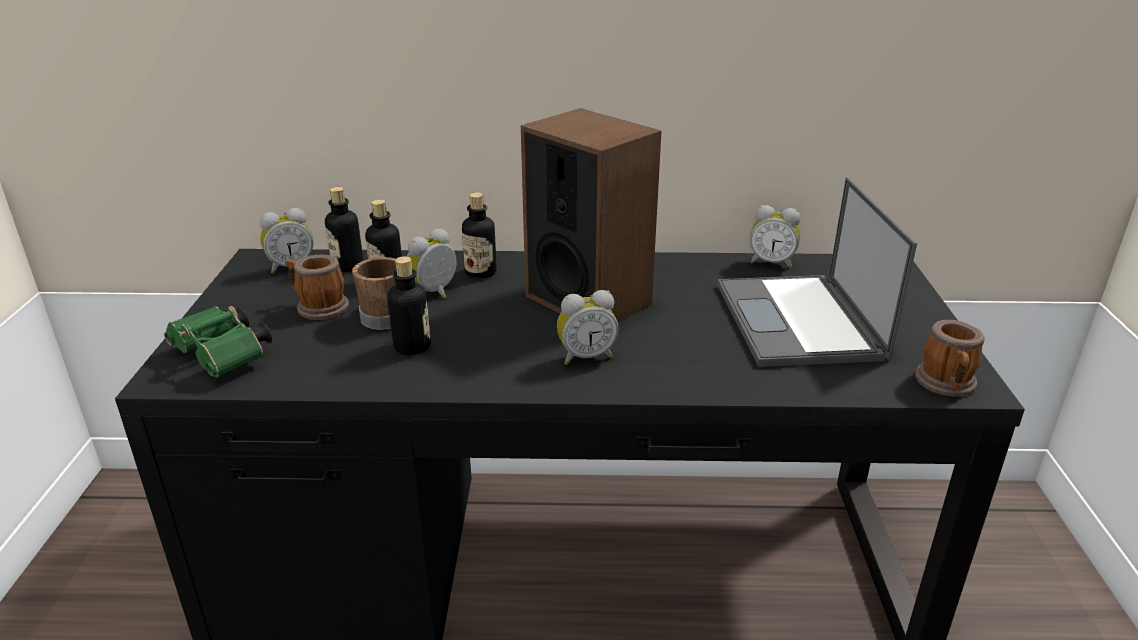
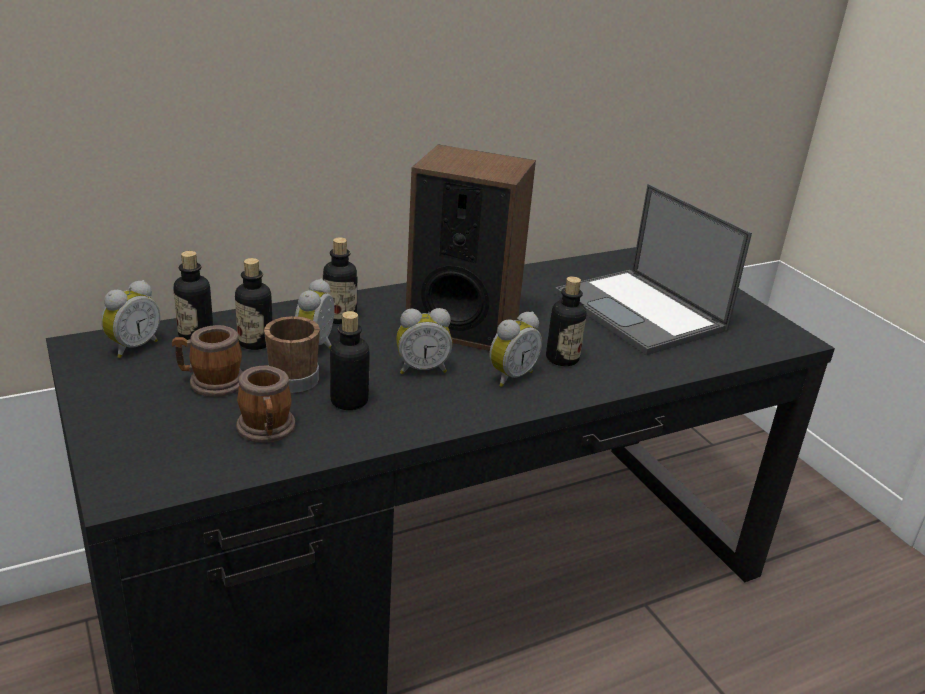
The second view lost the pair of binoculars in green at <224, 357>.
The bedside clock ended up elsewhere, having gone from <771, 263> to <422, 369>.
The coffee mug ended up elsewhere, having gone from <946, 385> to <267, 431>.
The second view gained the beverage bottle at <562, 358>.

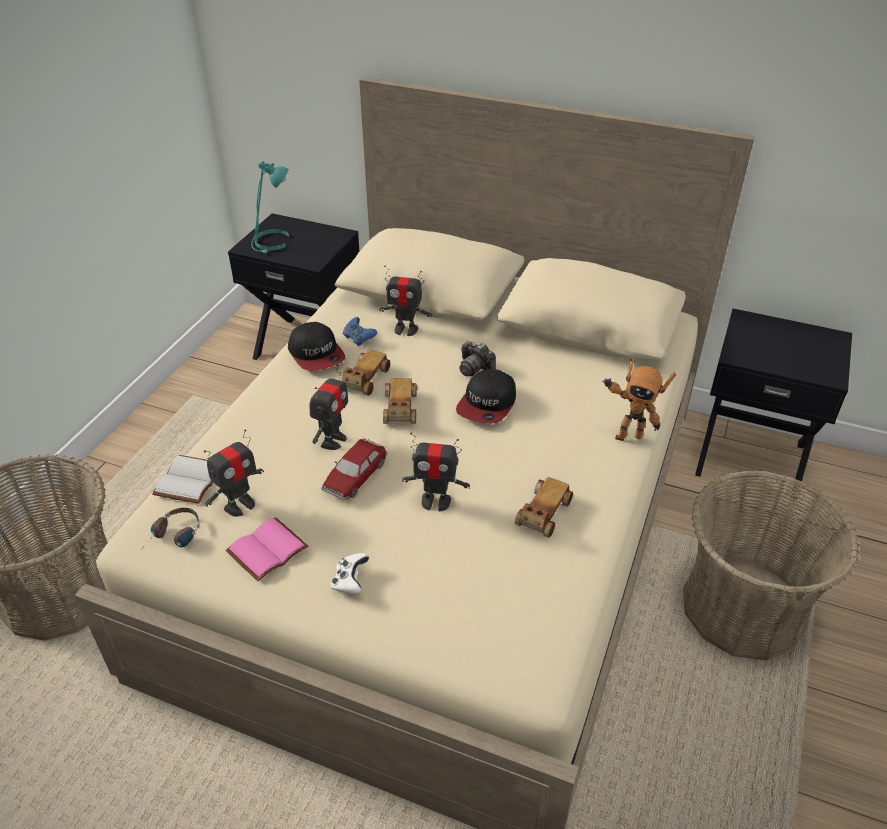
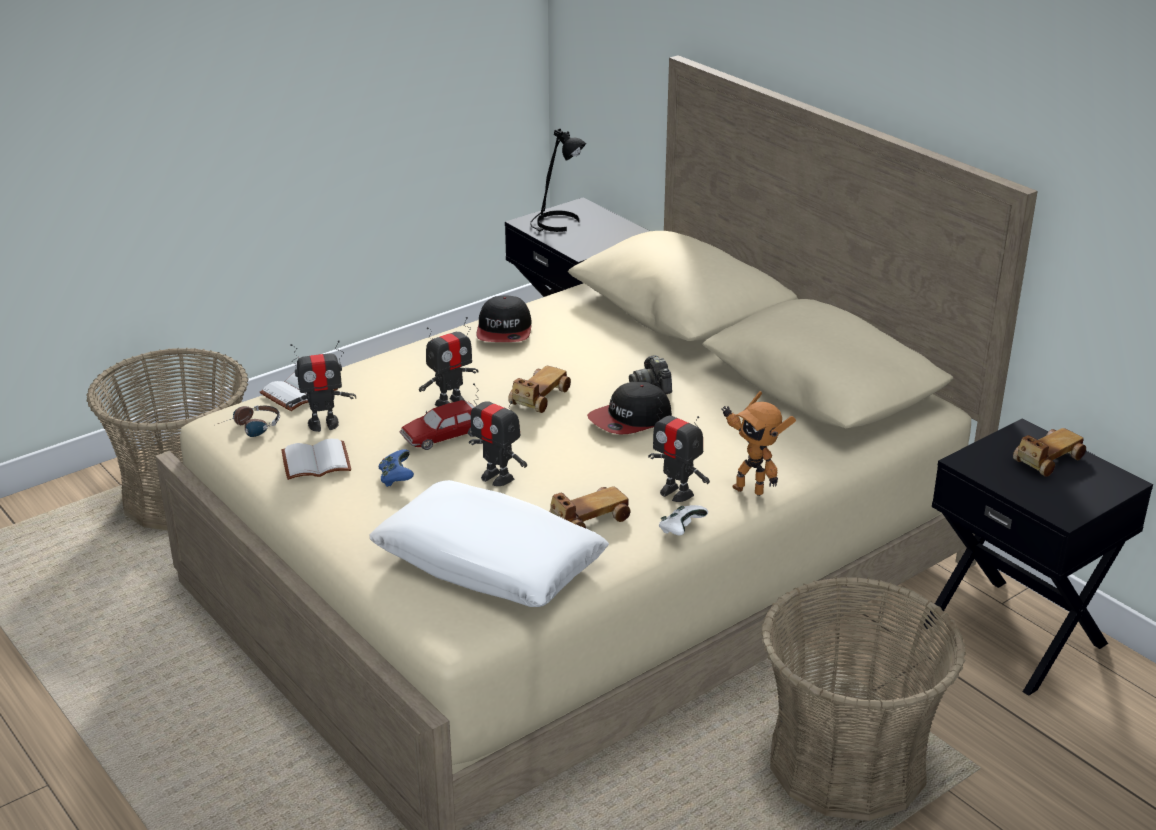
What was the book in pinkish at <267, 548> turned into the book in white-coloured at <317, 461>.
What was the table lamp in turquoise at <272, 242> turned into the table lamp in blackish at <556, 224>.
The joypad in white-coloured ended up elsewhere, having gone from <350, 581> to <681, 530>.
The toy car ended up elsewhere, having gone from <365, 379> to <1047, 460>.
The joypad in blue-coloured ended up elsewhere, having gone from <359, 339> to <396, 478>.
The model robot ended up elsewhere, having gone from <405, 330> to <676, 492>.
The second view gained the throw pillow in white-coloured at <488, 562>.

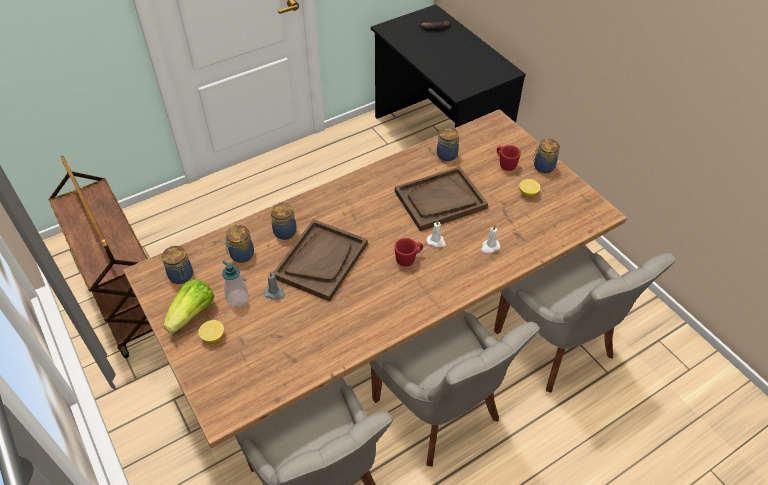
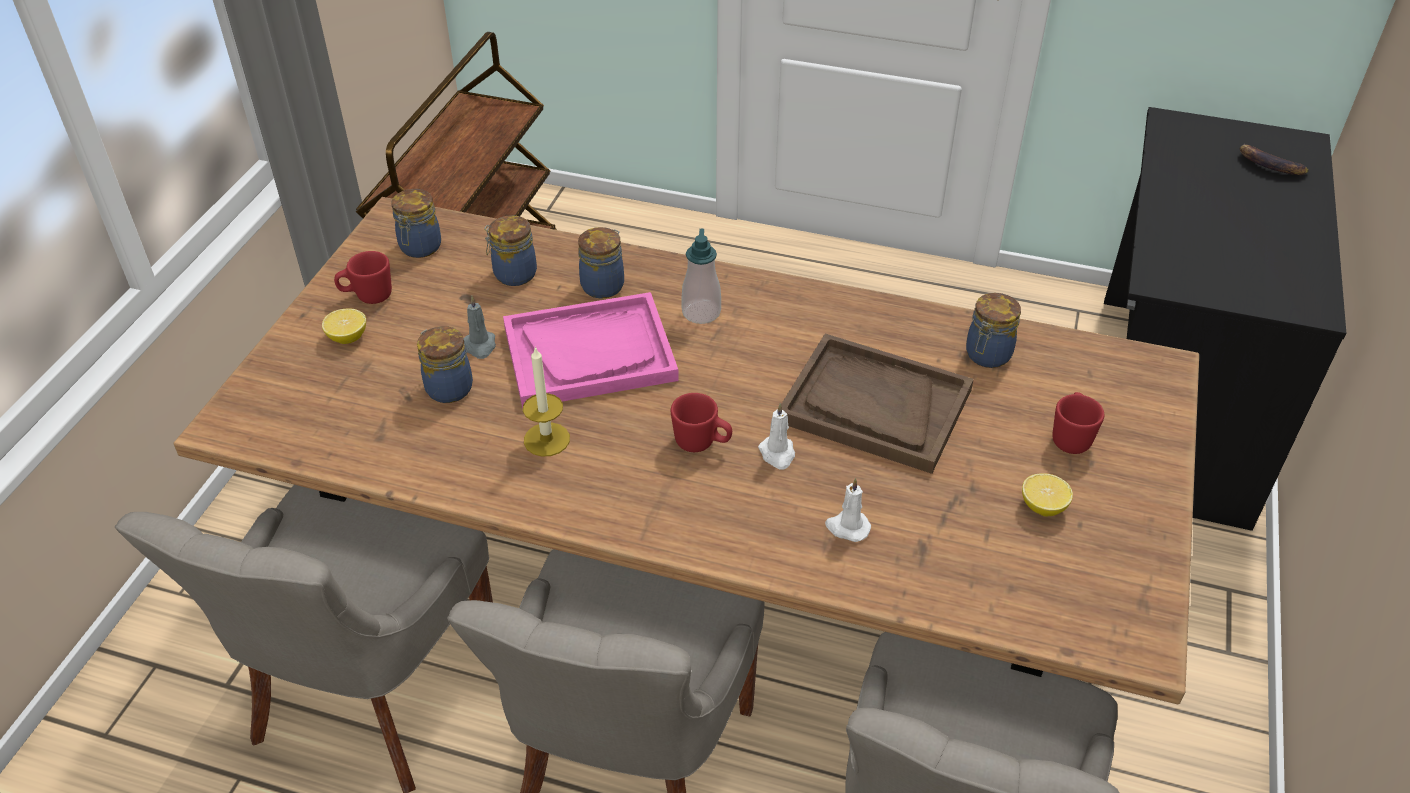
Where the lettuce stood at <193, 314>, the coffee mug in red-coloured came to stand at <367, 296>.
The liquid soap bottle ended up elsewhere, having gone from <237, 298> to <701, 312>.
What was the serving tray in brown at <321, 260> turned into the serving tray in pinkish at <590, 353>.
The jar ended up elsewhere, having gone from <543, 167> to <448, 387>.
The second view gained the wax candle at <546, 439>.

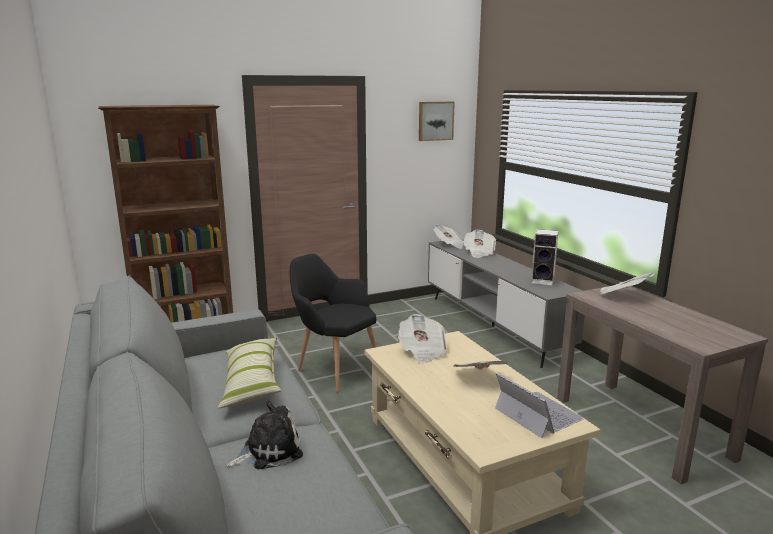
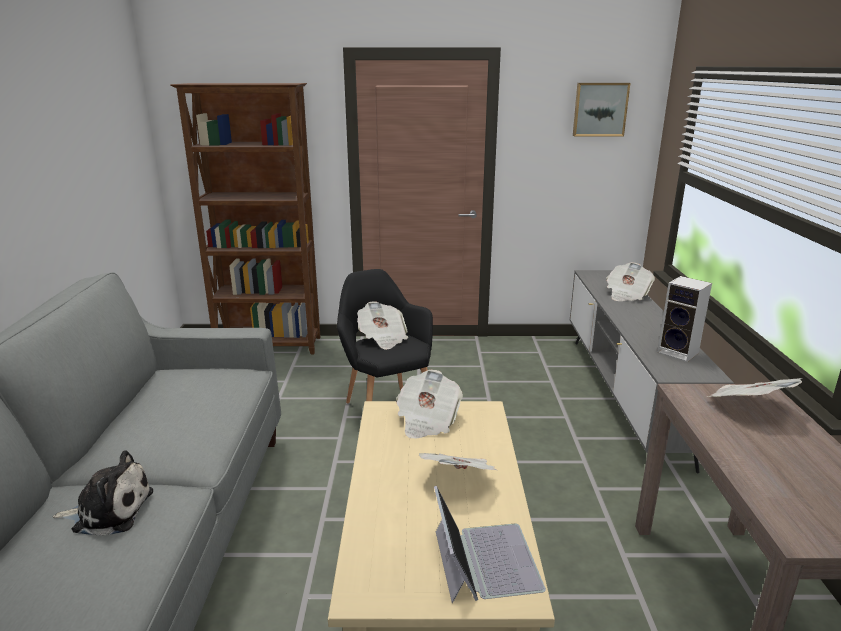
The second view lost the throw pillow at <251, 382>.
The daily paper ended up elsewhere, having gone from <449, 245> to <383, 338>.

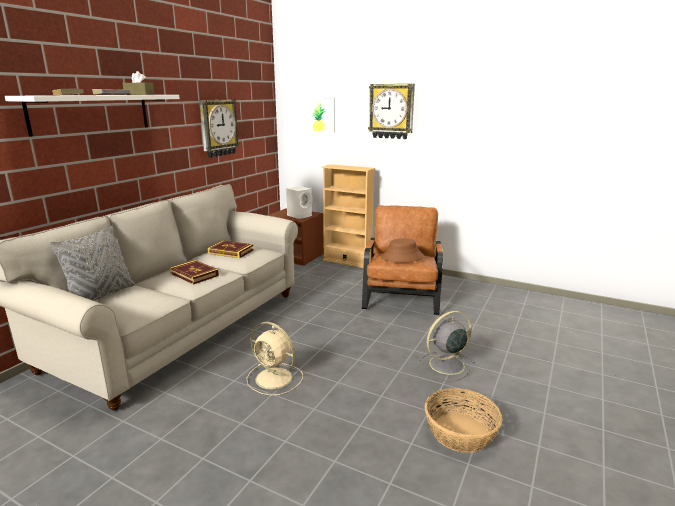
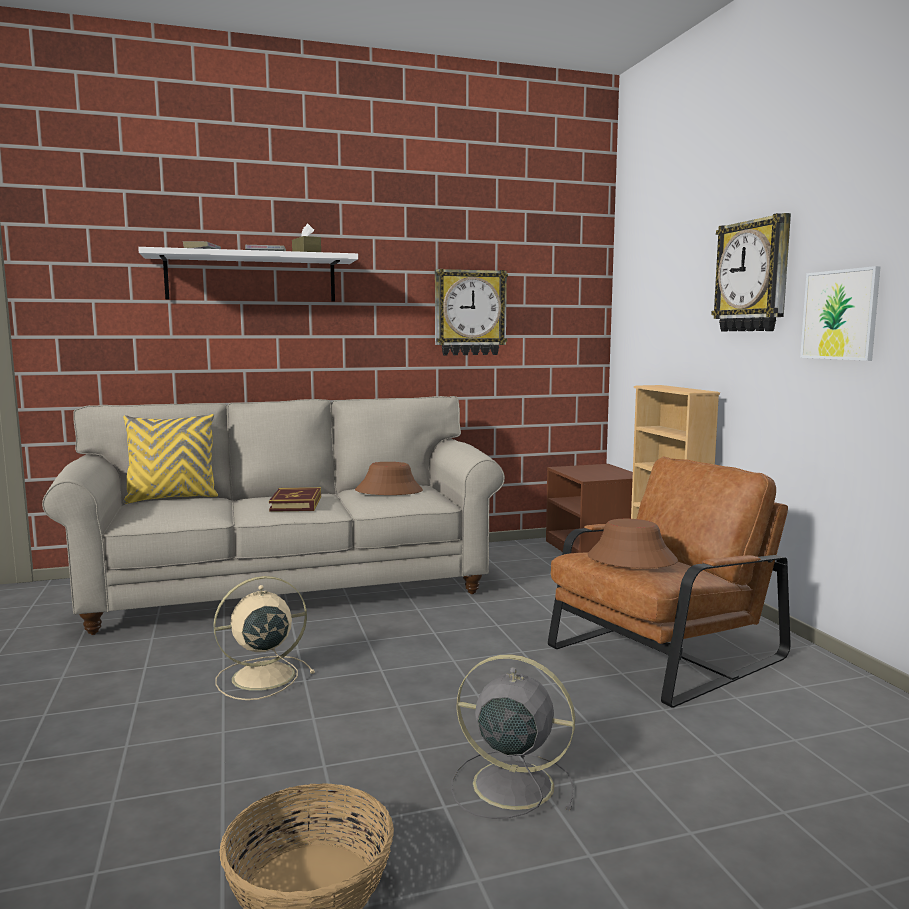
What was the throw pillow in grey at <101, 296> turned into the throw pillow in yellow at <172, 498>.
Where the book stood at <231, 252>, the hat in brown came to stand at <389, 491>.
The cooling fan in beige at <275, 379> ended up facing another way, 75 degrees clockwise from before.
The second view lost the audio speaker in white-coloured at <300, 215>.
The wall picture ended up elsewhere, having gone from <320, 114> to <840, 315>.

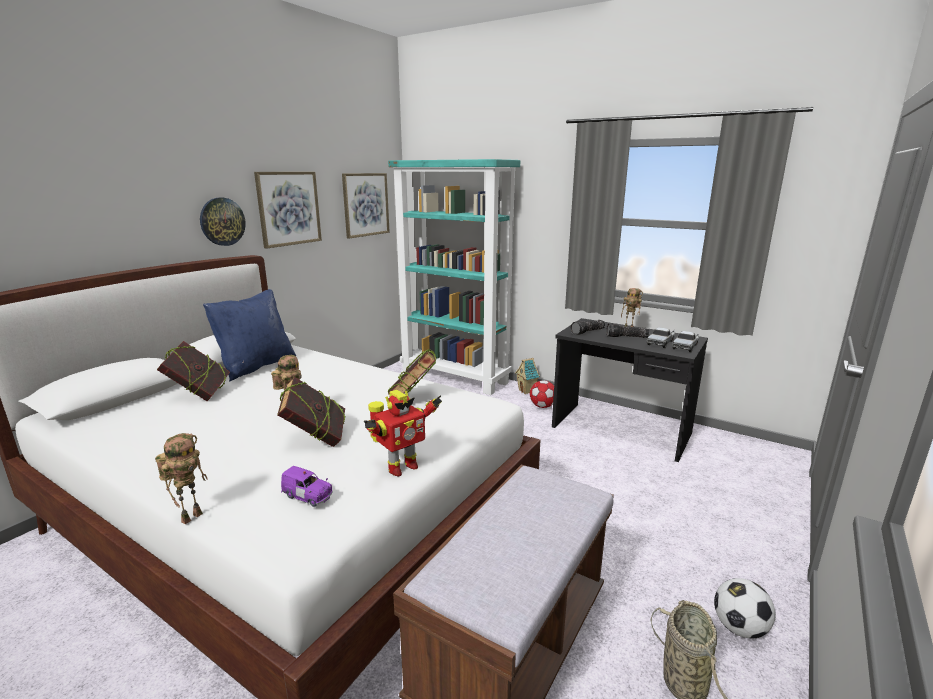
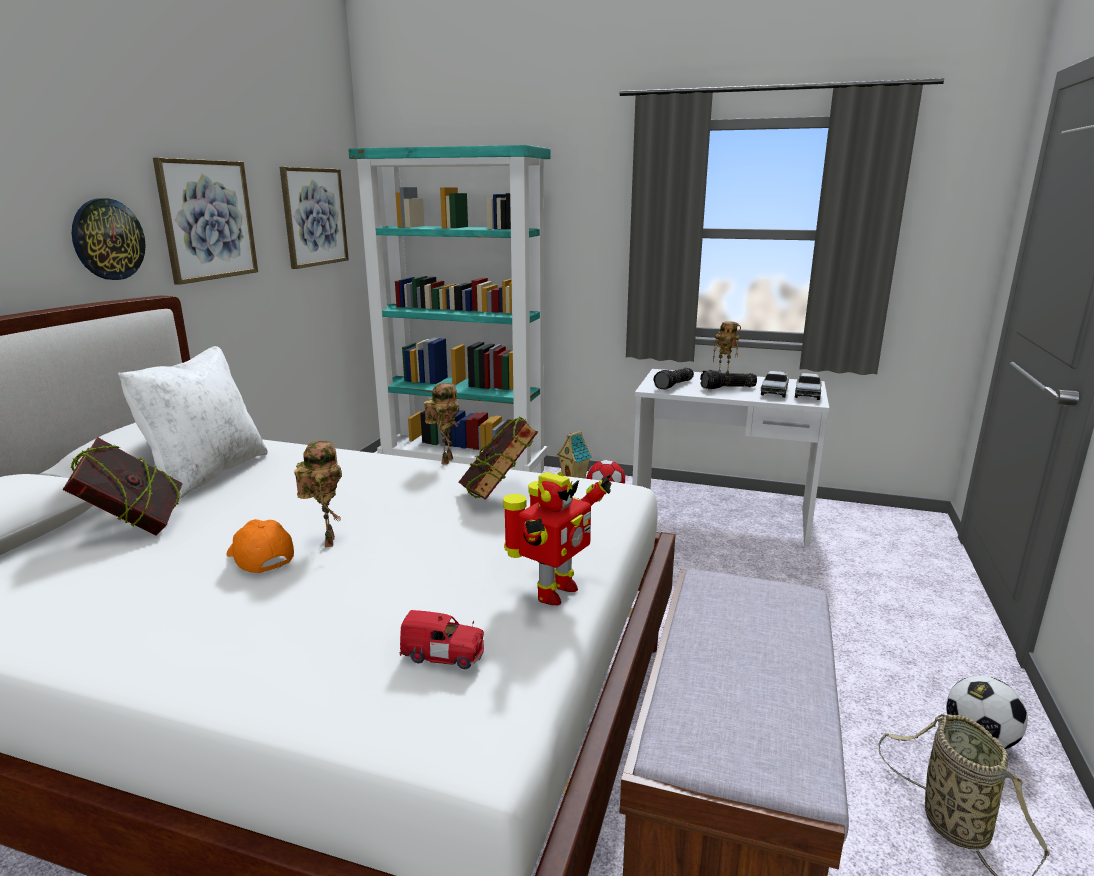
The model robot ended up elsewhere, having gone from <192, 516> to <445, 460>.
What was the throw pillow in blue-coloured at <256, 366> turned into the throw pillow in white-coloured at <206, 473>.
The second view lost the book at <316, 440>.
What was the toy car in purple-coloured at <308, 496> turned into the toy car in red-coloured at <444, 655>.
What was the desk table in blackish at <620, 430> turned into the desk table in white-coloured at <720, 516>.
The second view gained the cap in orange at <259, 558>.

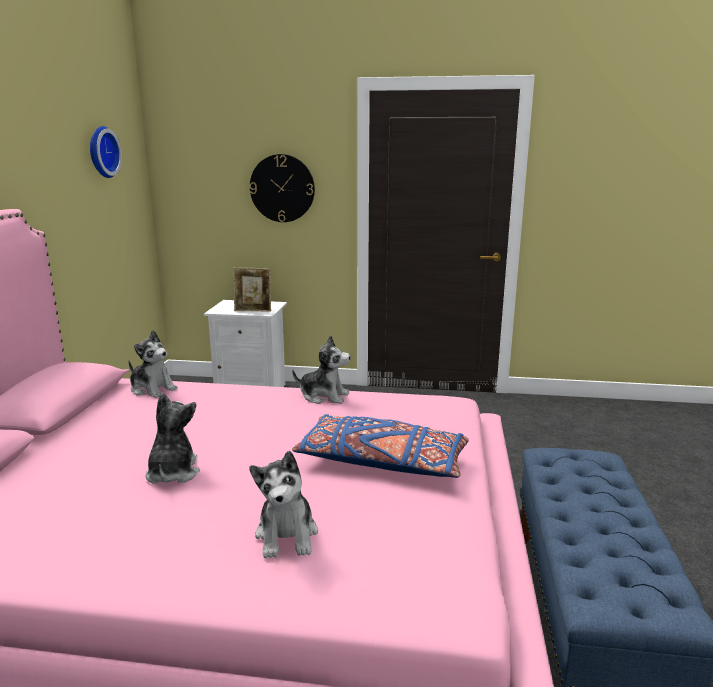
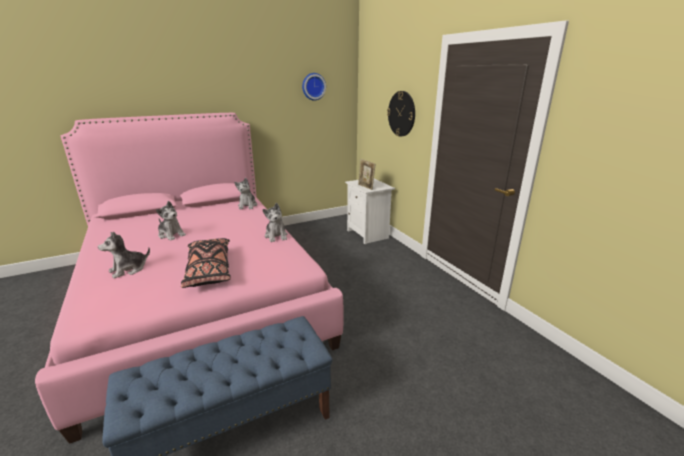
The cuddly toy at <173, 473> ended up facing another way, 75 degrees clockwise from before.
What was the throw pillow in blue-coloured at <382, 462> turned into the throw pillow in blackish at <209, 270>.

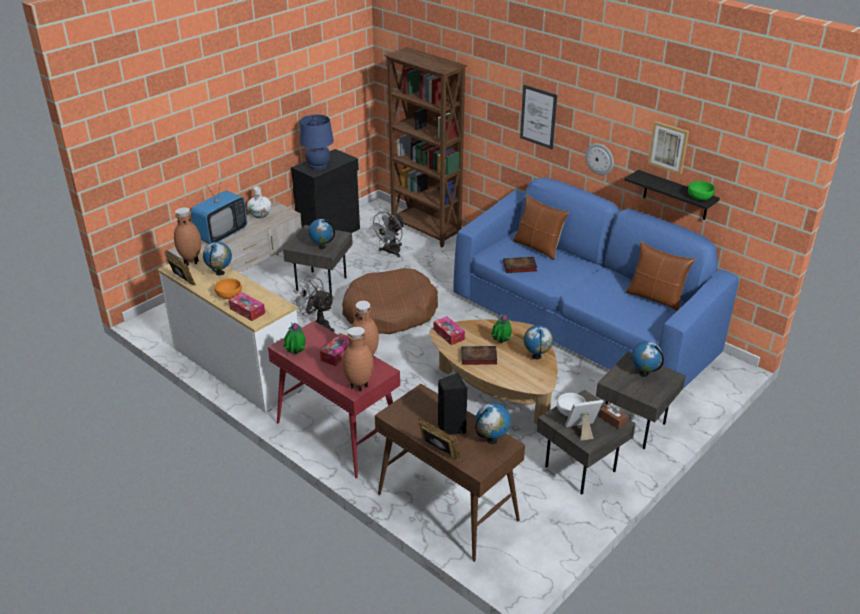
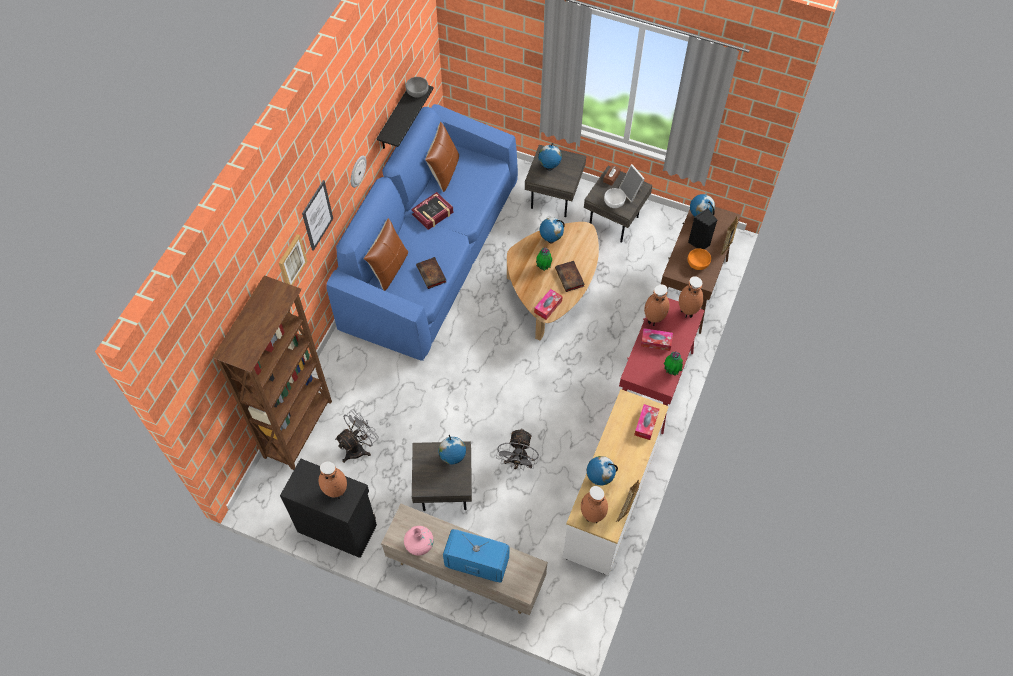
The serving bowl in orange ended up elsewhere, having gone from <229, 295> to <698, 263>.
What was the decorative vase in white-coloured at <260, 215> turned into the decorative vase in pinkish at <419, 544>.
Where the table lamp in blue-coloured stood at <318, 166>, the decorative vase in brown came to stand at <336, 492>.
The second view lost the dog cushion in brown at <389, 312>.
The cooling fan in grey at <390, 252> ended up facing another way, 60 degrees counterclockwise from before.
The wall picture ended up elsewhere, having gone from <668, 147> to <291, 261>.
What was the serving bowl in green at <699, 197> turned into the serving bowl in grey at <417, 92>.
The second view gained the book at <433, 213>.

